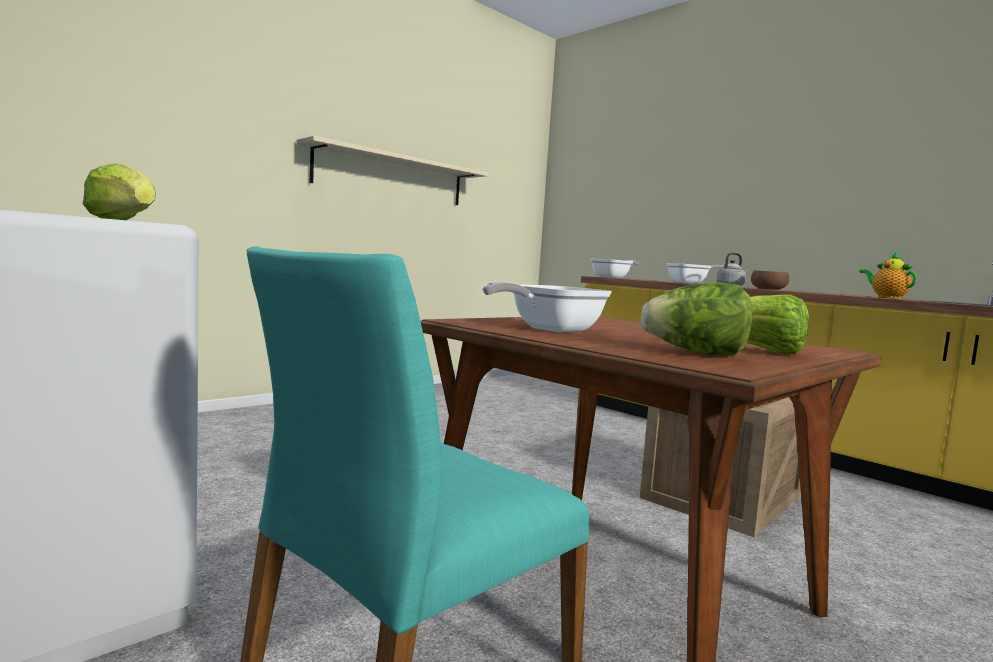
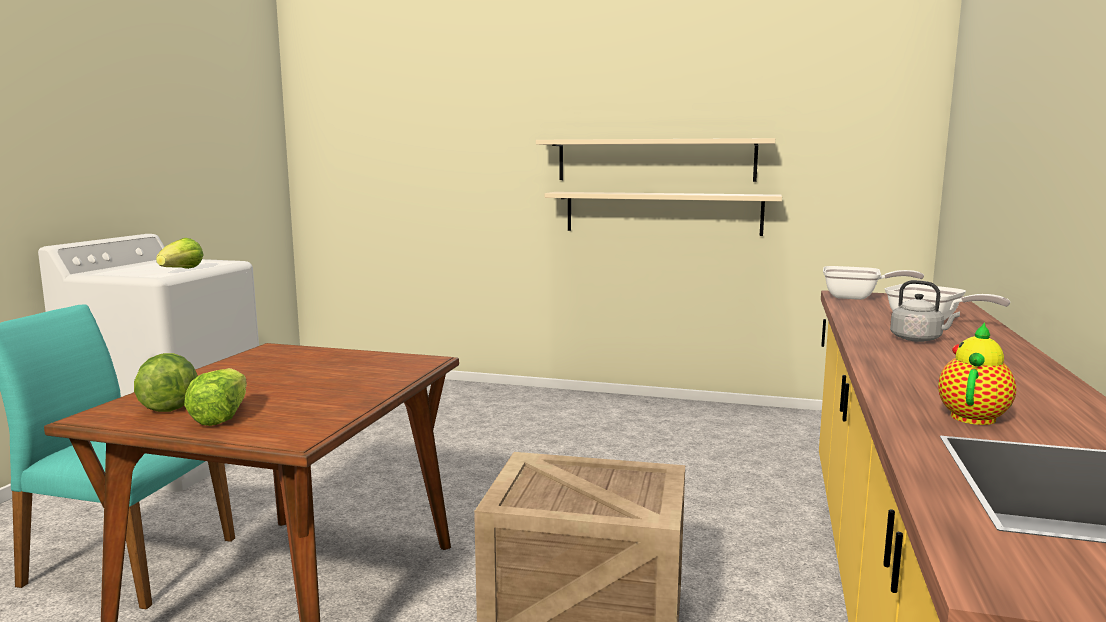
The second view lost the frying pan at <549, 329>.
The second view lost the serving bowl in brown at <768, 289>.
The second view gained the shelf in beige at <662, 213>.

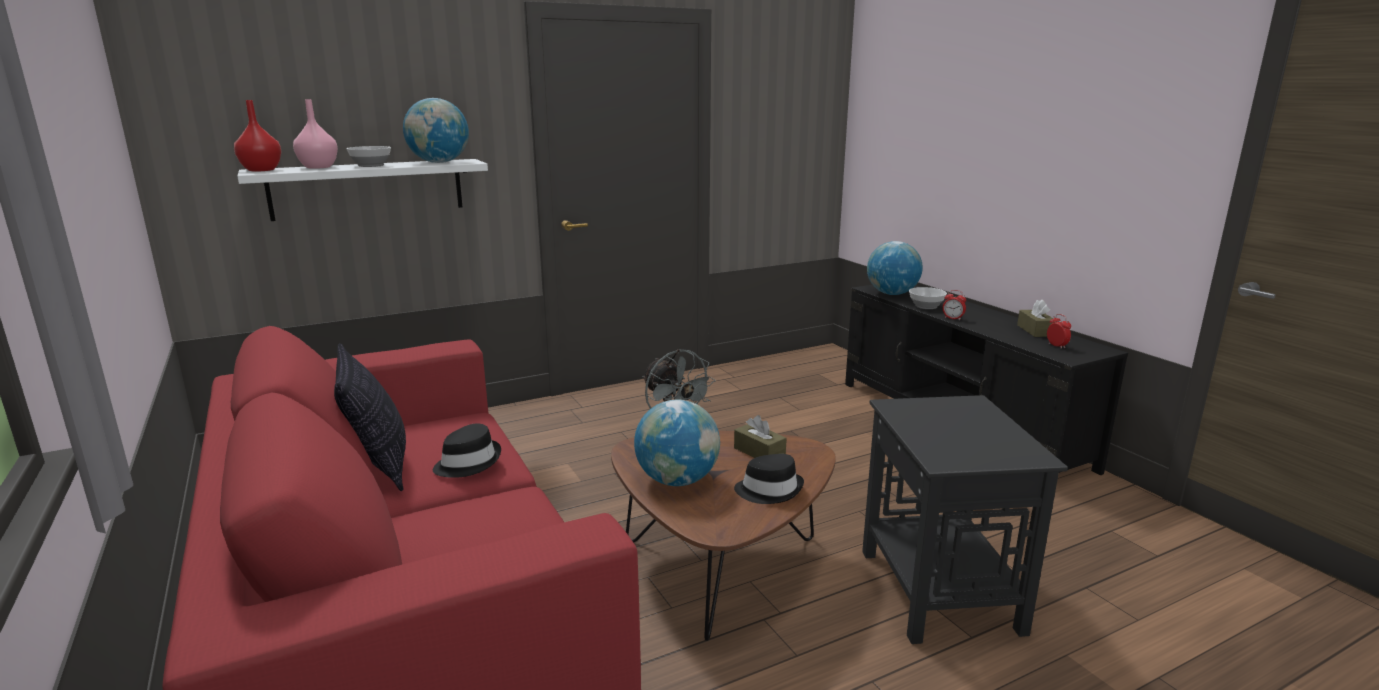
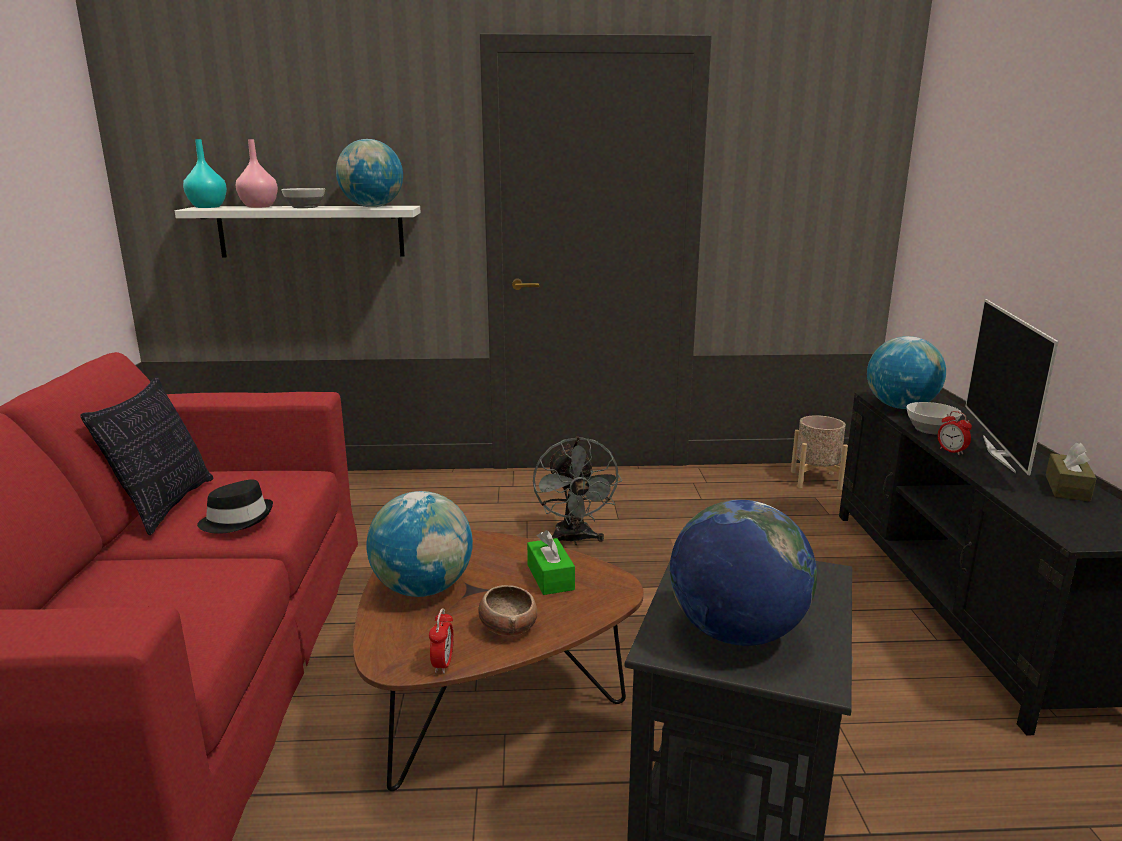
What was the decorative vase in red-coloured at <261, 170> turned into the decorative vase in turquoise at <208, 207>.
What was the tissue box in brown at <759, 452> turned into the tissue box in green at <550, 577>.
Where the hat in blackish stood at <769, 490>, the serving bowl came to stand at <508, 627>.
The bedside clock ended up elsewhere, having gone from <1056, 346> to <443, 664>.
The second view gained the desk globe at <736, 632>.
The second view gained the plant pot in beige at <815, 480>.
The second view gained the television at <1000, 454>.

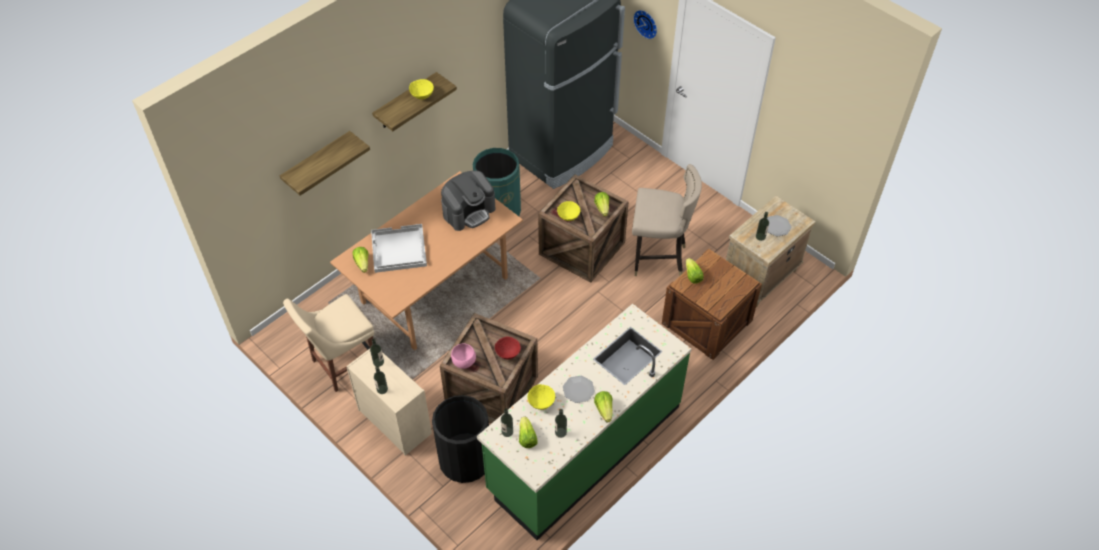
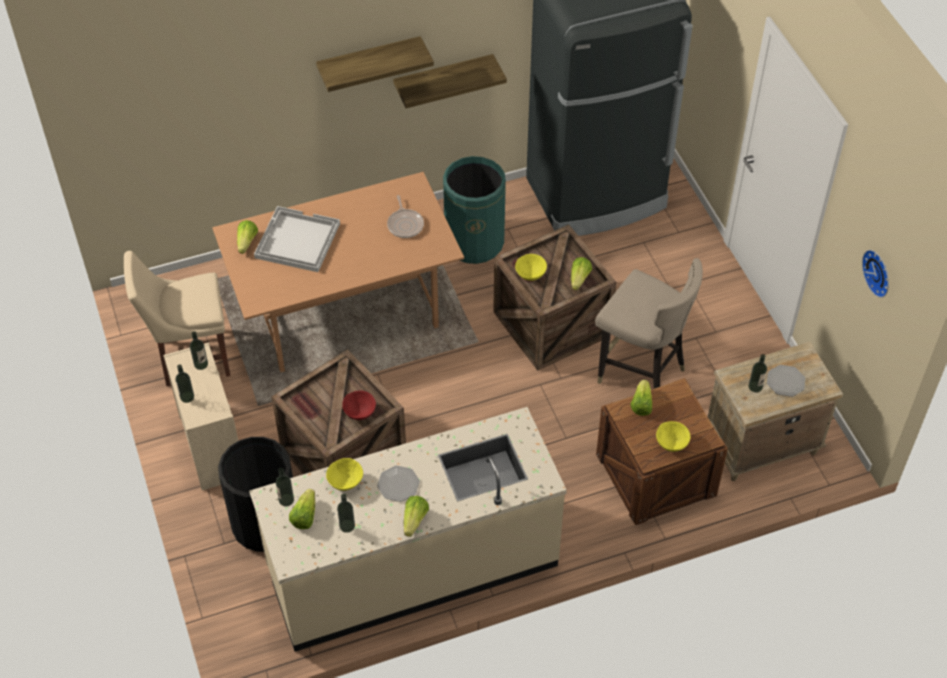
The shelf ended up elsewhere, having gone from <317, 162> to <443, 79>.
The serving bowl in yellow ended up elsewhere, having gone from <422, 96> to <672, 444>.
Where the coffee maker stood at <469, 211>, the frying pan came to stand at <405, 224>.
The second view lost the serving bowl in pinkish at <463, 362>.
What was the counter in green at <584, 448> turned into the counter in beige at <412, 567>.
The wall clock ended up elsewhere, having gone from <646, 23> to <879, 272>.

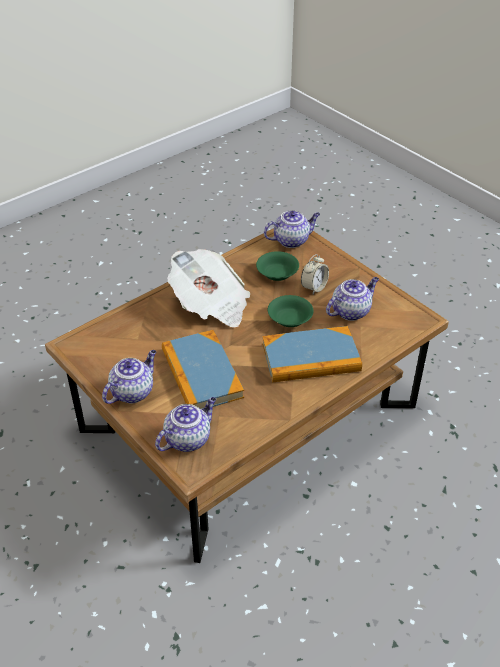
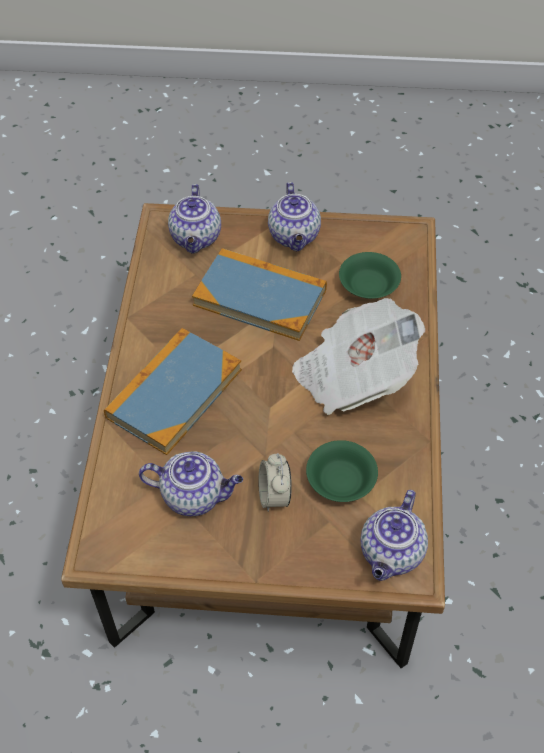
The serving bowl in green ended up elsewhere, having gone from <289, 319> to <368, 285>.
The pot for tea at <351, 311> ended up facing another way, 90 degrees counterclockwise from before.

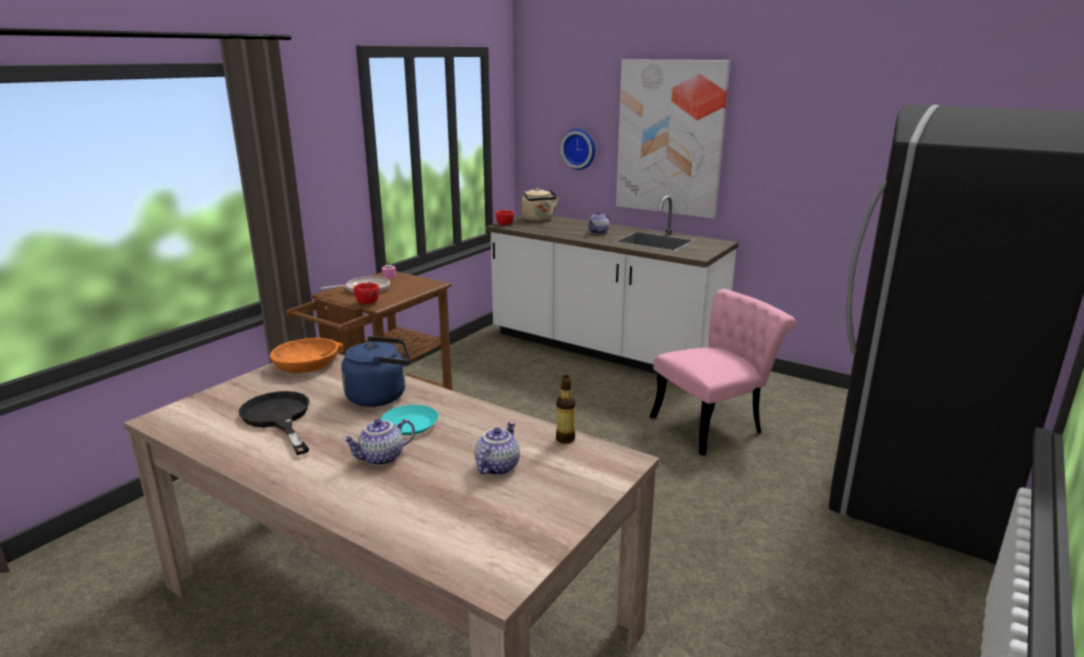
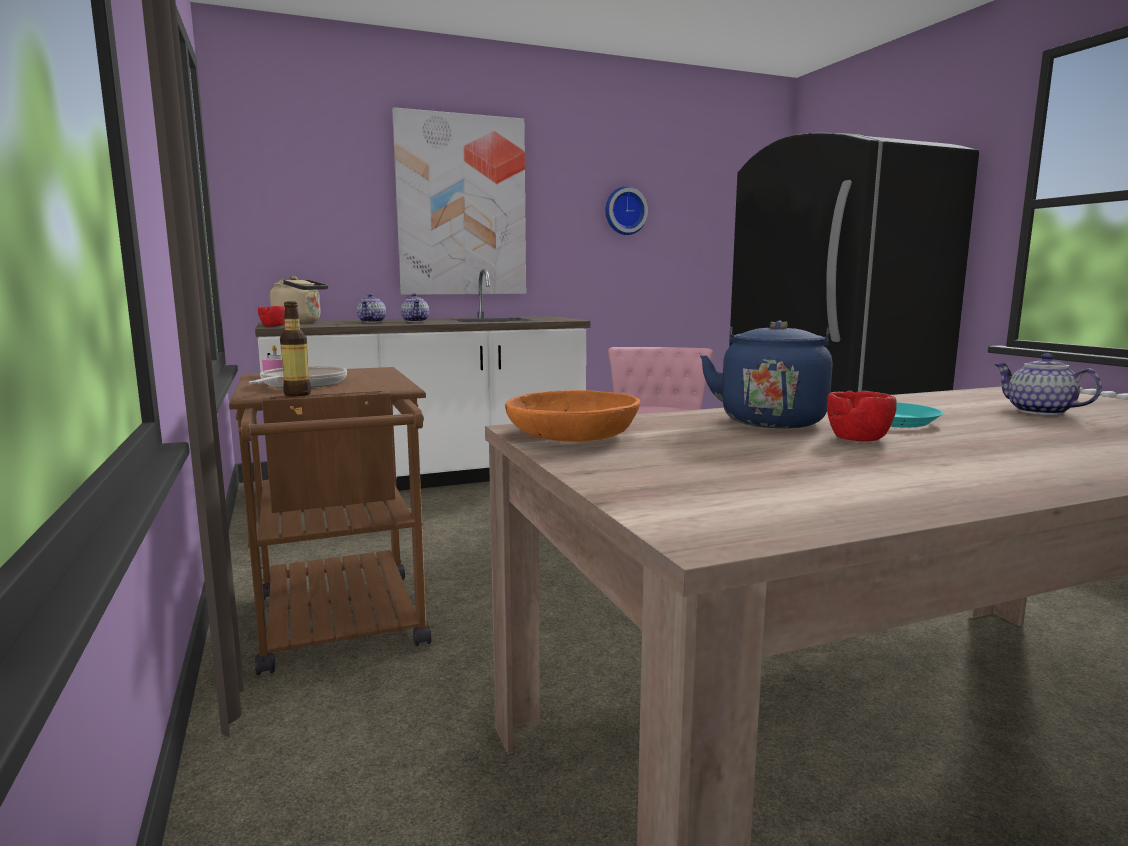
The second view lost the frying pan in blackish at <278, 418>.
The pot for tea ended up elsewhere, having gone from <381, 458> to <372, 322>.
The serving bowl in red-coloured ended up elsewhere, having gone from <368, 302> to <858, 438>.
The beverage bottle ended up elsewhere, having gone from <565, 439> to <297, 394>.
The wall clock ended up elsewhere, having gone from <579, 149> to <624, 211>.

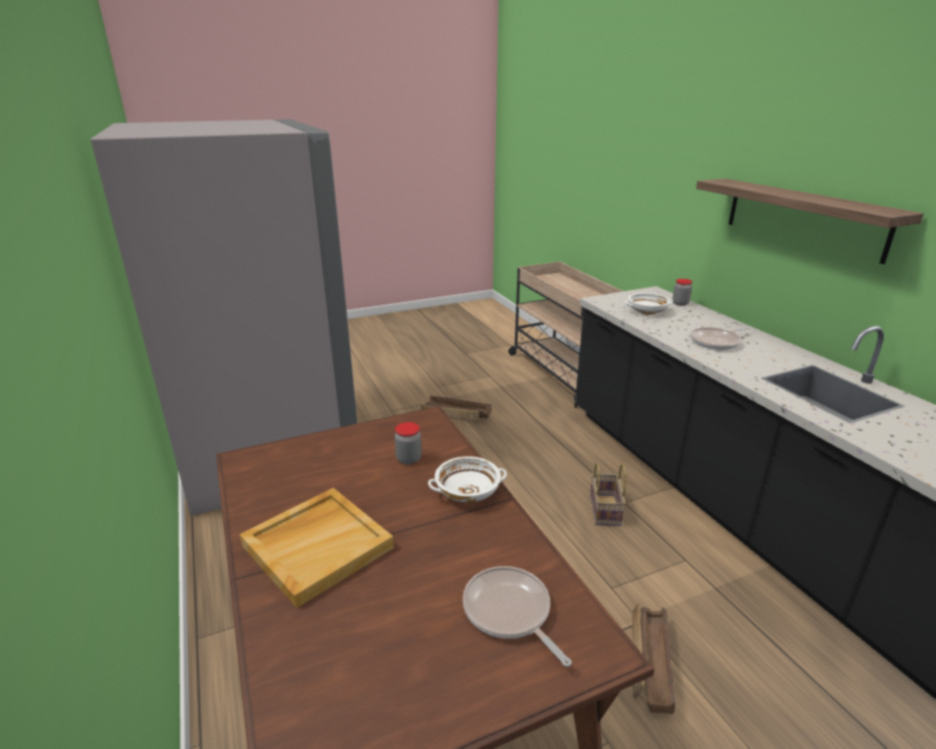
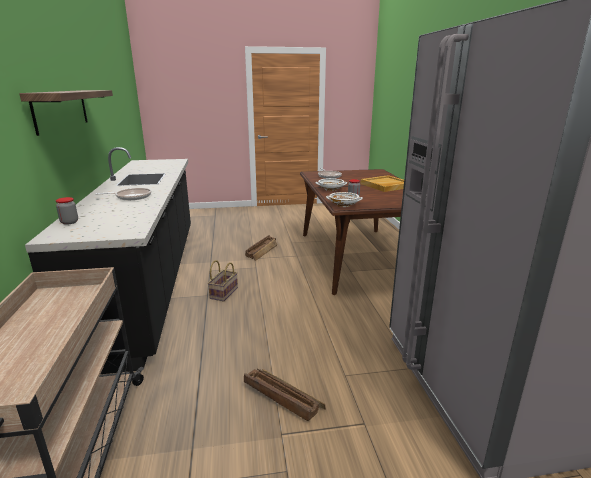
The serving bowl in white-coloured ended up elsewhere, having gone from <646, 311> to <344, 205>.

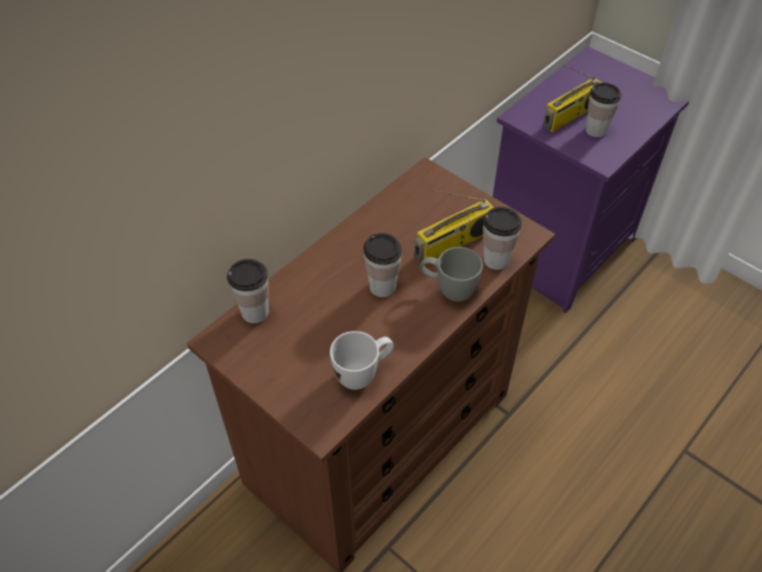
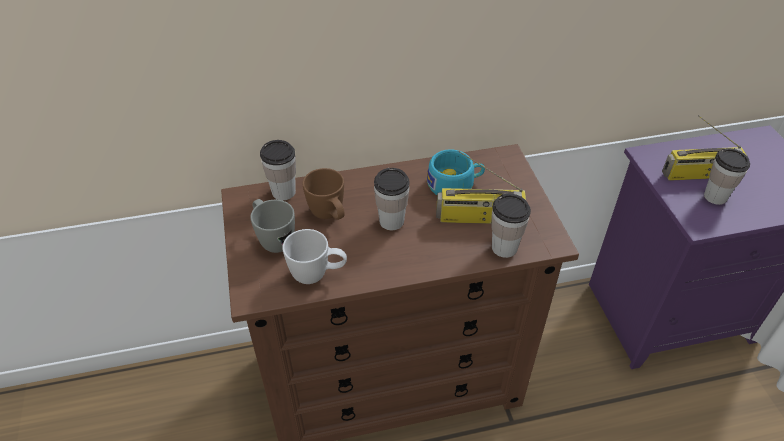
The coffee mug in grey ended up elsewhere, having gone from <448, 290> to <273, 239>.
The second view gained the coffee mug in brown at <330, 216>.
The second view gained the small cup in turquoise at <455, 184>.

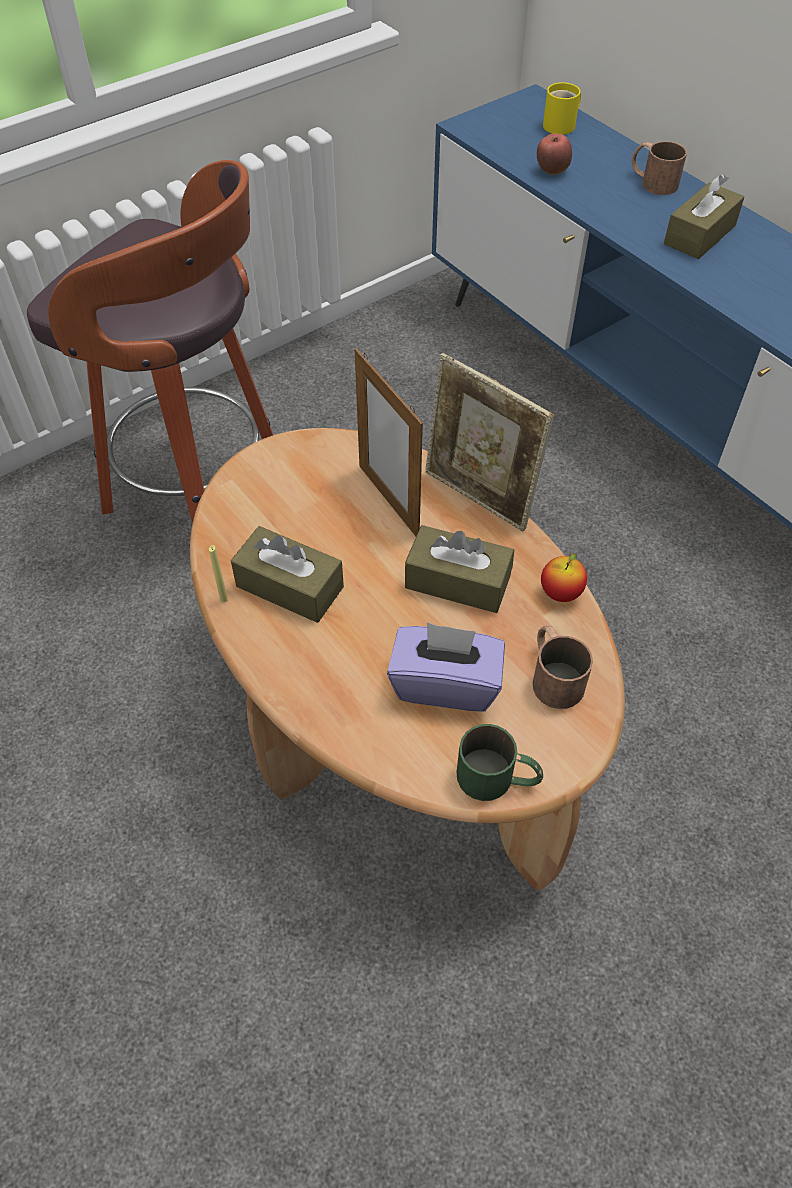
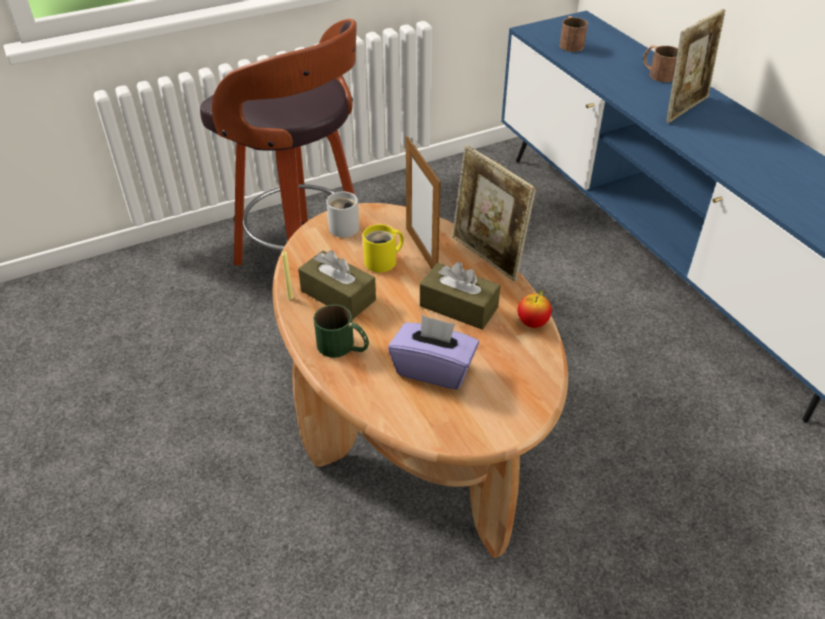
The coffee mug in green ended up elsewhere, having gone from <498, 778> to <343, 347>.
The coffee mug in brown ended up elsewhere, having gone from <553, 675> to <570, 43>.
The second view lost the apple fruit at <552, 171>.
The coffee mug in yellow ended up elsewhere, having gone from <562, 125> to <383, 261>.
Where the tissue box in brown stood at <699, 235>, the standing frame came to stand at <684, 108>.
The second view gained the coffee mug in white-coloured at <344, 226>.

